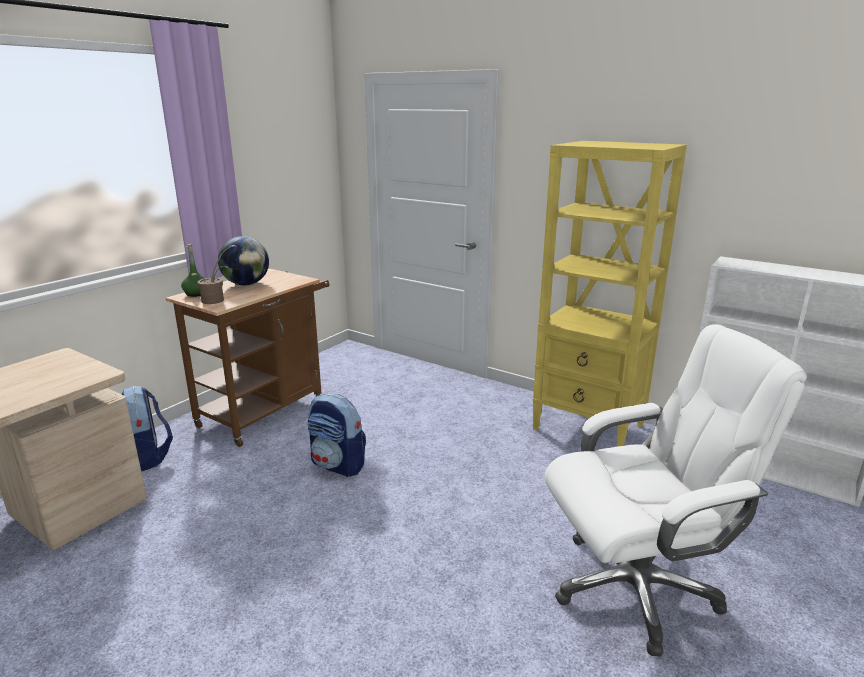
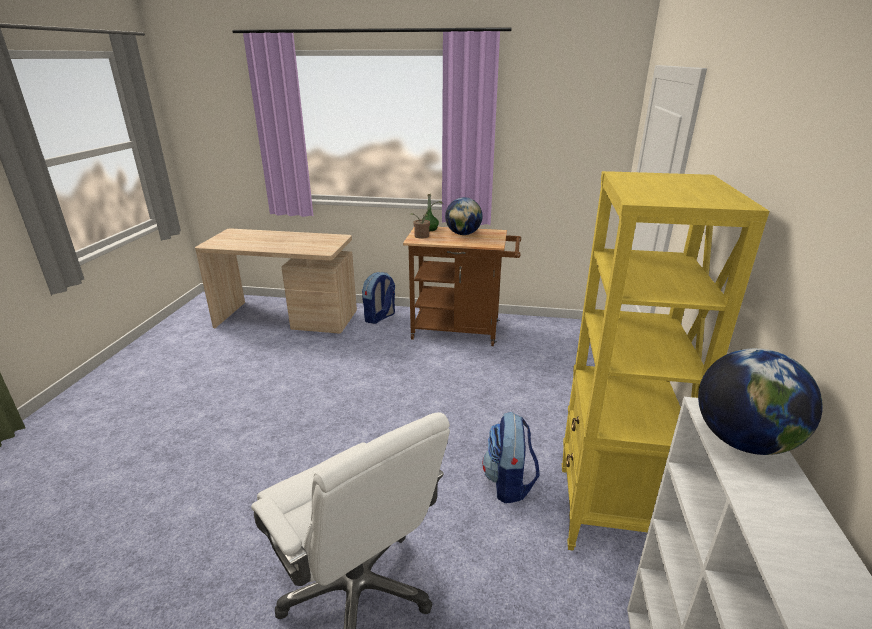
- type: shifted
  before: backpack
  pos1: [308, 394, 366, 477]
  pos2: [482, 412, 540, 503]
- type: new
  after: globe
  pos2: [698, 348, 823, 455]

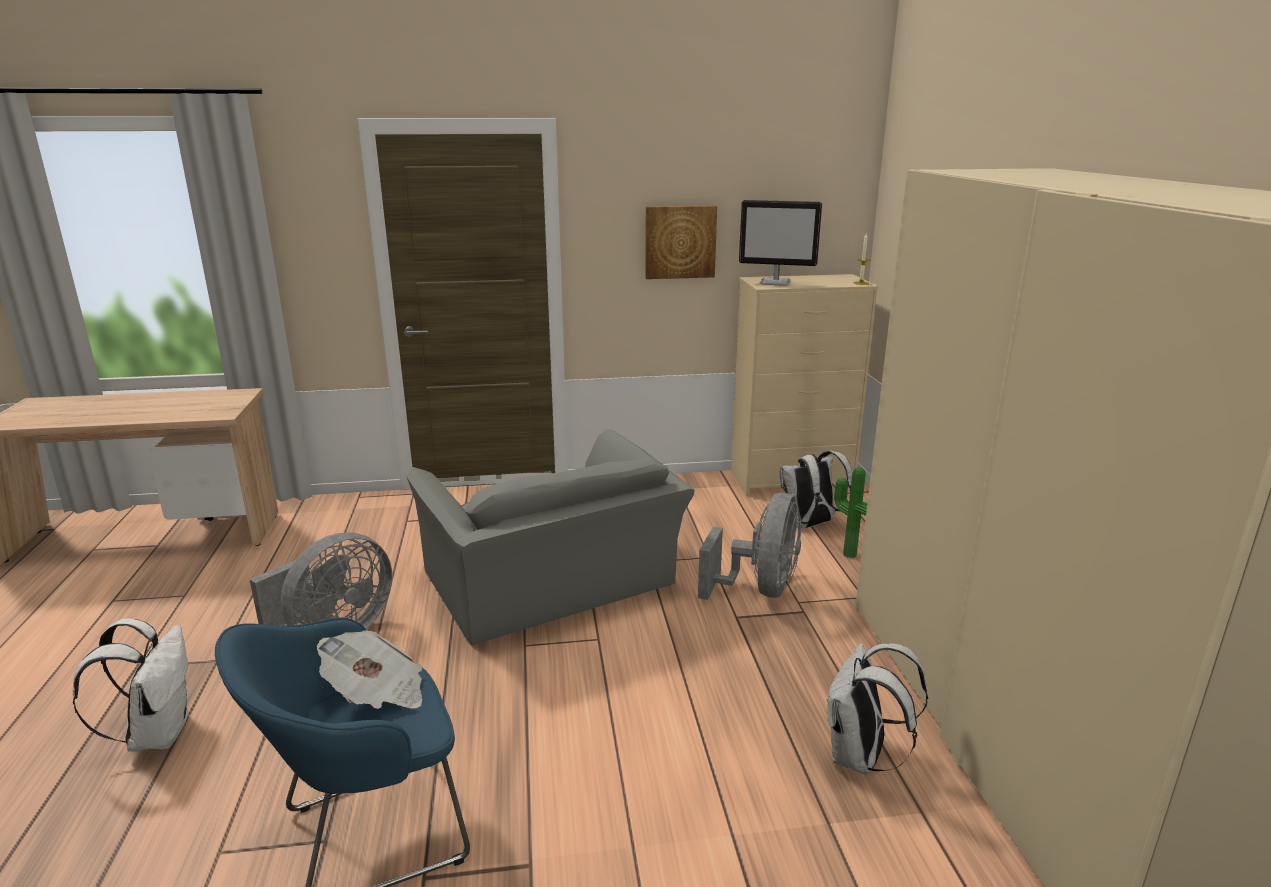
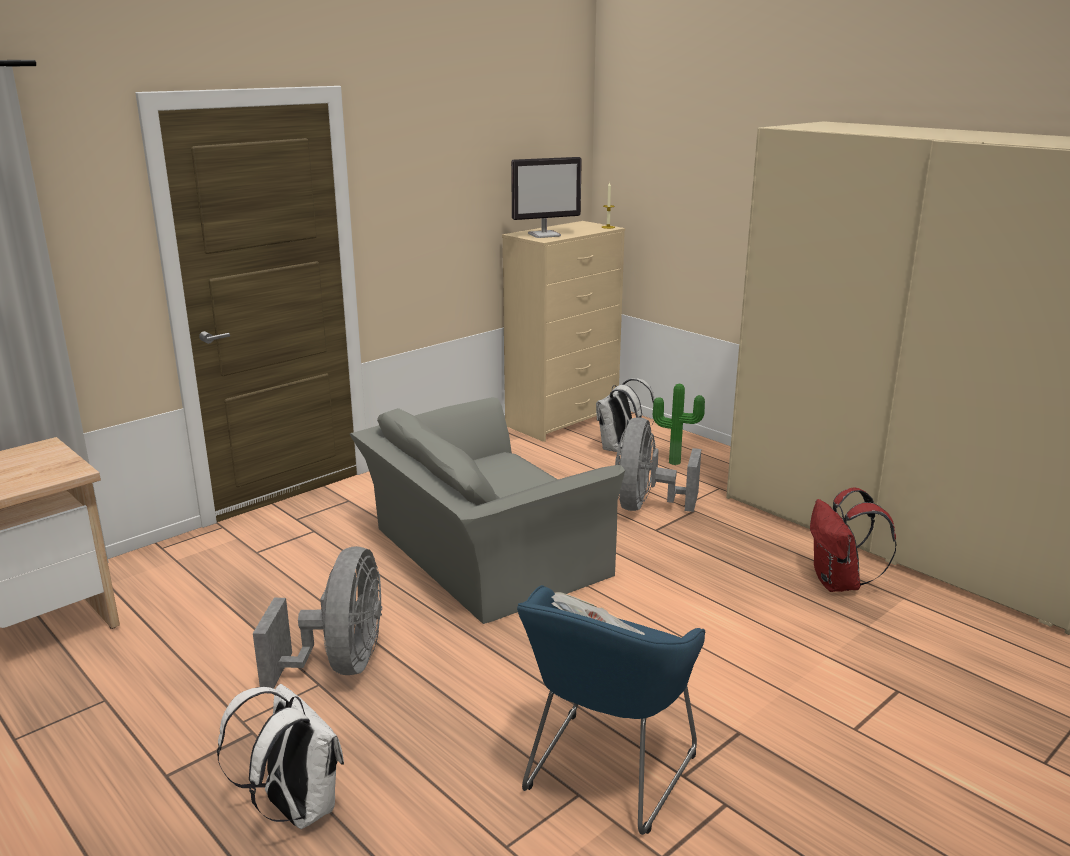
- type: rotated
  before: grey armchair
  pos1: [406, 429, 695, 645]
  pos2: [350, 397, 625, 624]
  turn: 120
- type: gone
  before: picture
  pos1: [645, 206, 717, 279]
- type: rotated
  before: grey fan
  pos1: [698, 493, 801, 600]
  pos2: [615, 417, 701, 512]
  turn: -150
- type: repainted
  before: white backpack
  after: red backpack
  pos1: [827, 643, 928, 774]
  pos2: [810, 488, 897, 592]

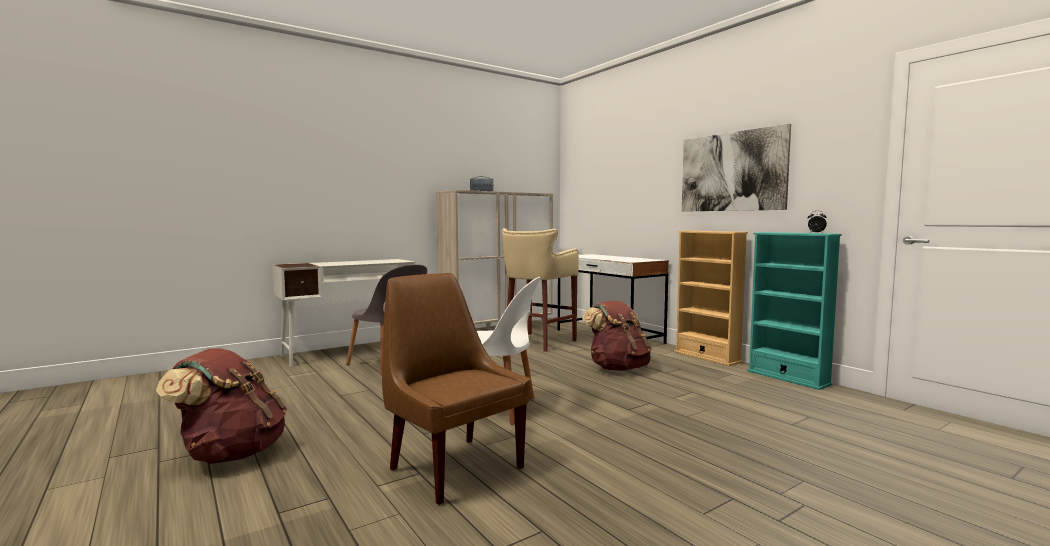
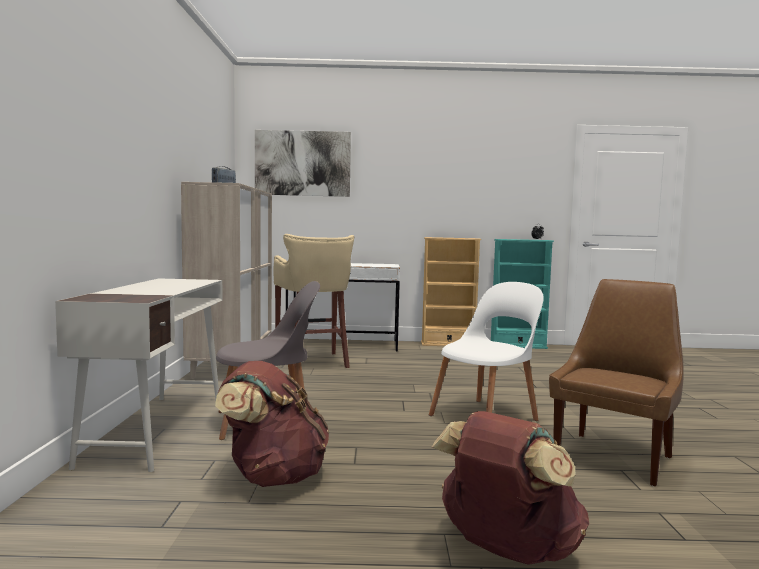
- type: rotated
  before: brown chair
  pos1: [382, 273, 531, 505]
  pos2: [549, 279, 684, 486]
  turn: 135
- type: shifted
  before: brown backpack
  pos1: [582, 301, 651, 370]
  pos2: [215, 361, 329, 487]
- type: shifted
  before: picture
  pos1: [682, 124, 791, 212]
  pos2: [255, 130, 351, 197]

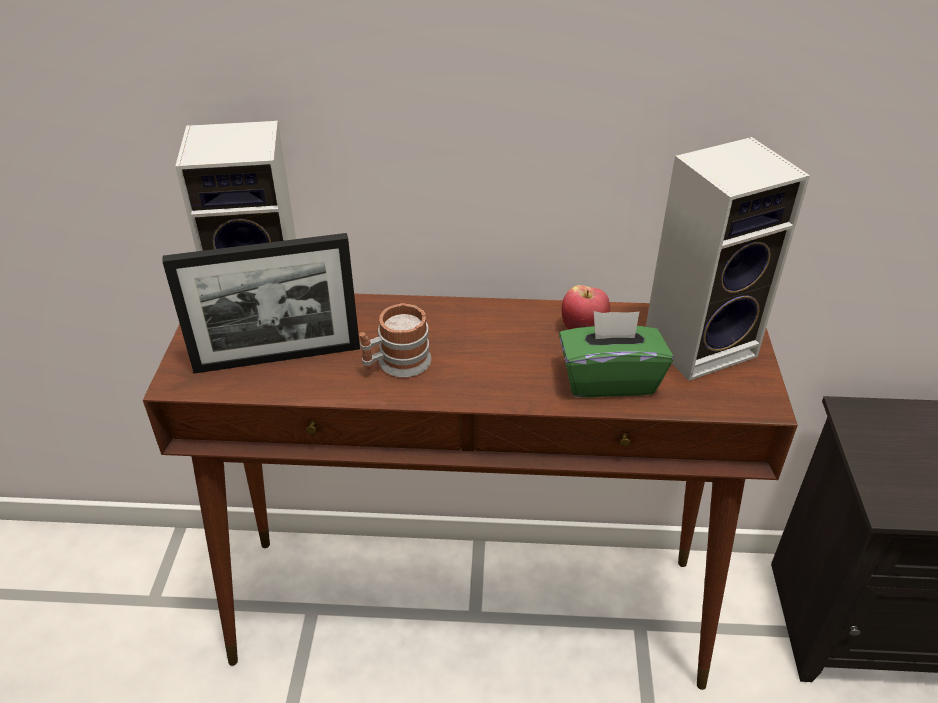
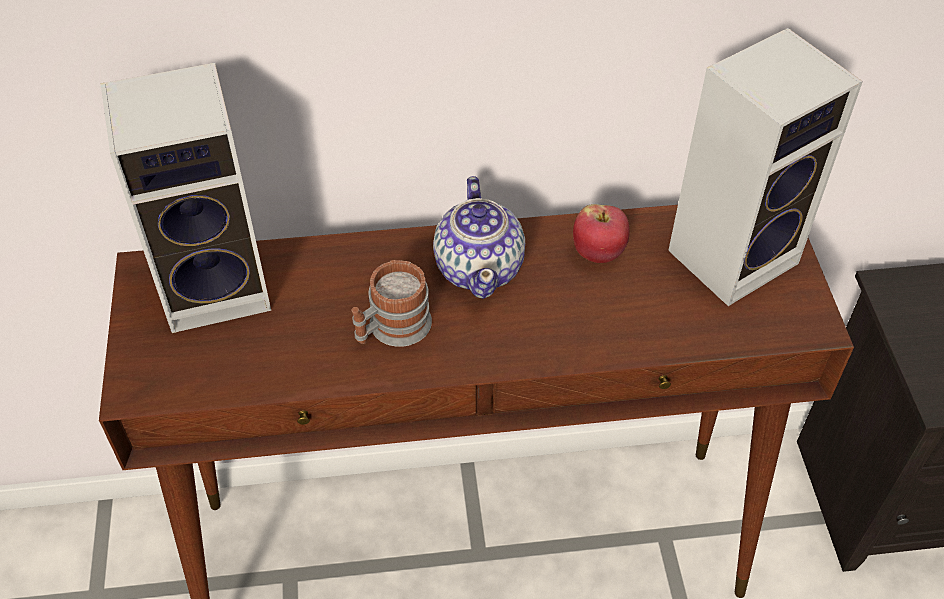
- type: gone
  before: picture frame
  pos1: [162, 233, 360, 374]
- type: gone
  before: green tissue box
  pos1: [559, 311, 673, 398]
- type: new
  after: teapot
  pos2: [433, 176, 525, 299]

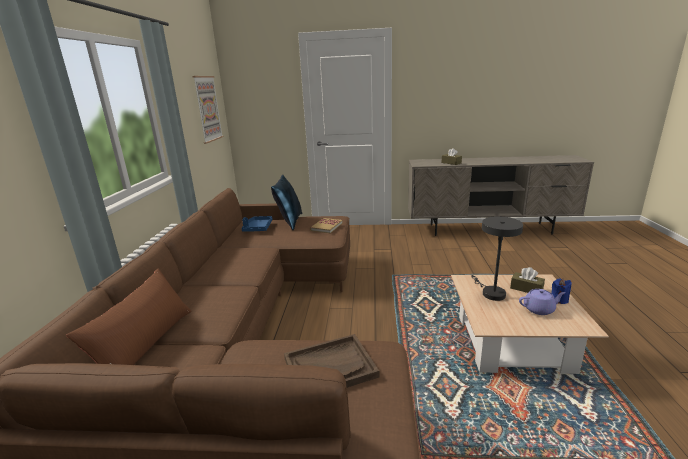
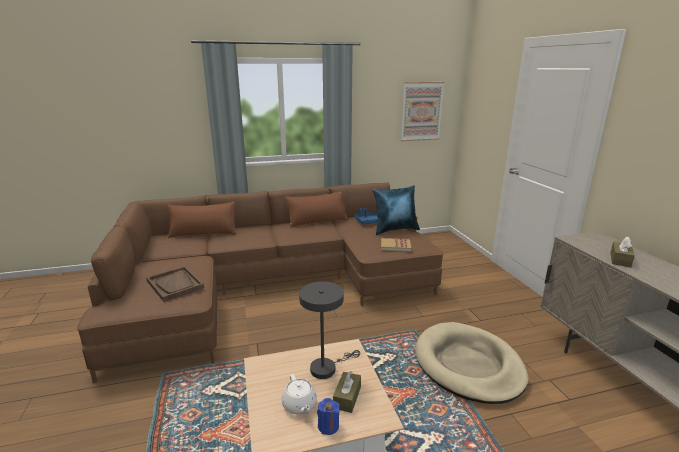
- type: repainted
  before: purple teapot
  after: white teapot
  pos1: [519, 289, 566, 315]
  pos2: [282, 374, 317, 414]
- type: new
  after: brown pillow
  pos2: [285, 192, 348, 228]
- type: new
  after: beige dog bed
  pos2: [415, 322, 528, 404]

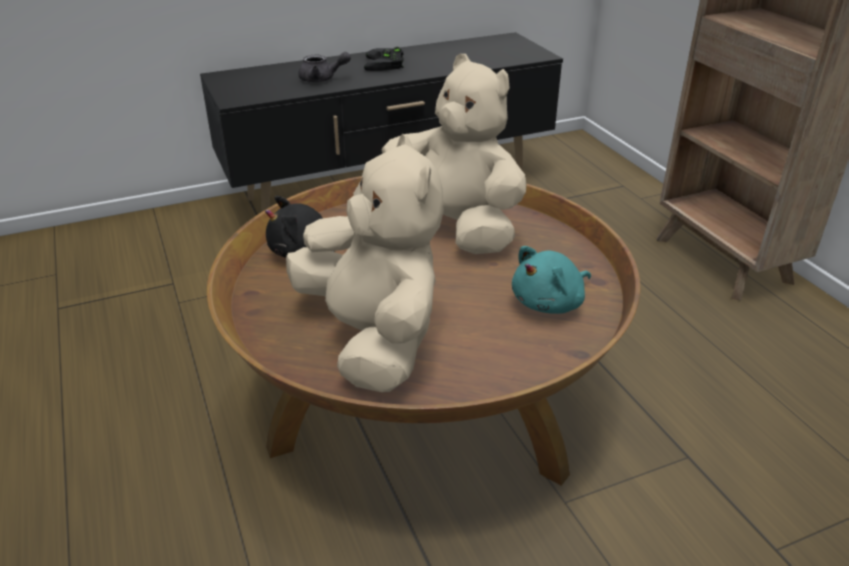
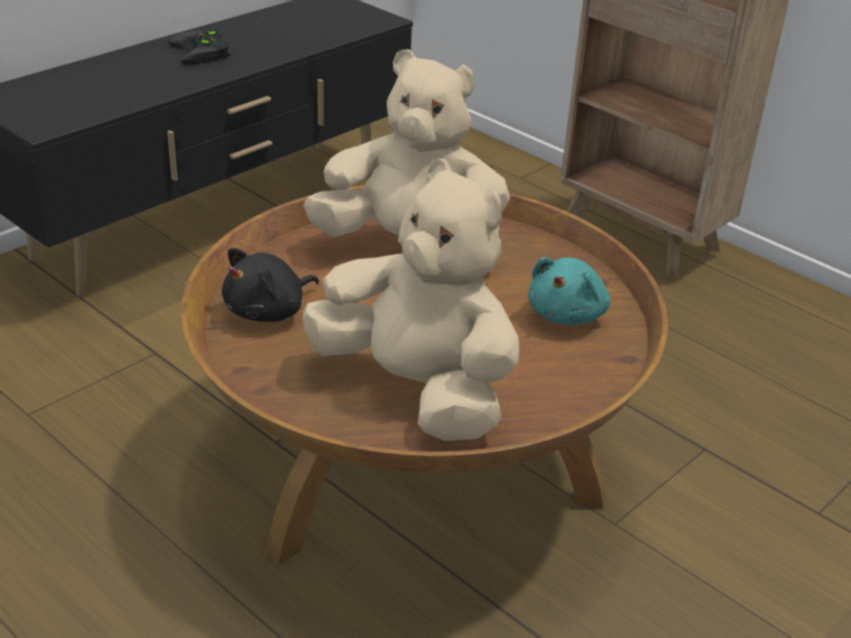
- type: gone
  before: grey teapot
  pos1: [298, 52, 351, 83]

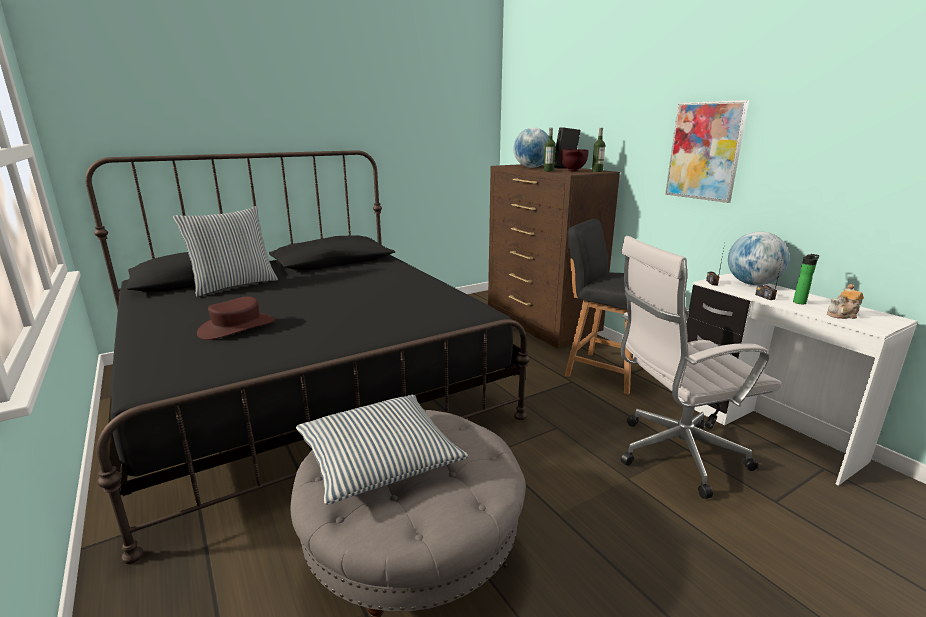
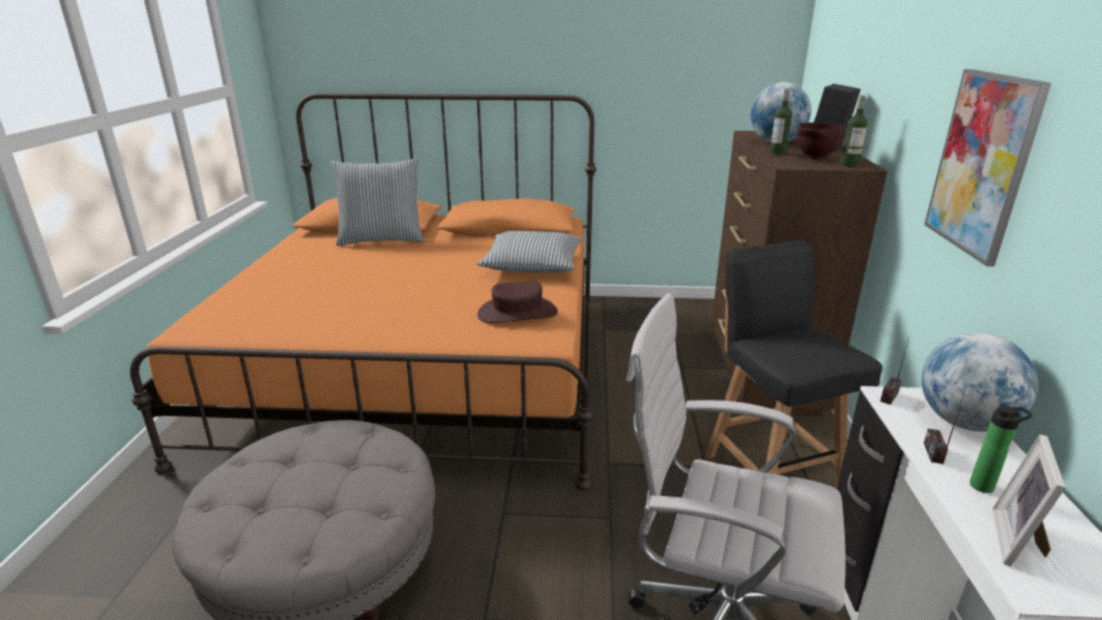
- type: repainted
  before: black bed
  after: orange bed
  pos1: [85, 150, 530, 564]
  pos2: [130, 93, 596, 490]
- type: shifted
  before: brown hat
  pos1: [197, 296, 275, 340]
  pos2: [477, 281, 558, 323]
- type: shifted
  before: pillow
  pos1: [296, 395, 469, 505]
  pos2: [477, 231, 582, 273]
- type: swapped
  before: teapot
  after: picture frame
  pos1: [827, 284, 864, 319]
  pos2: [992, 435, 1066, 567]

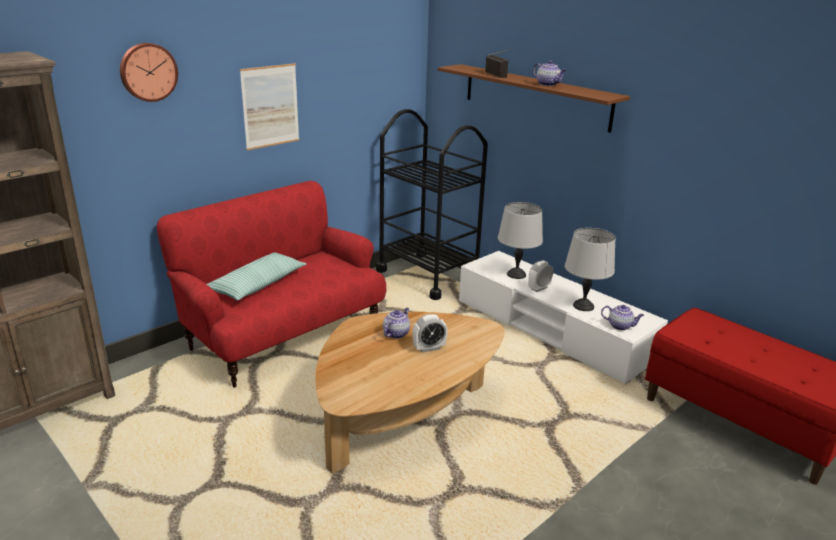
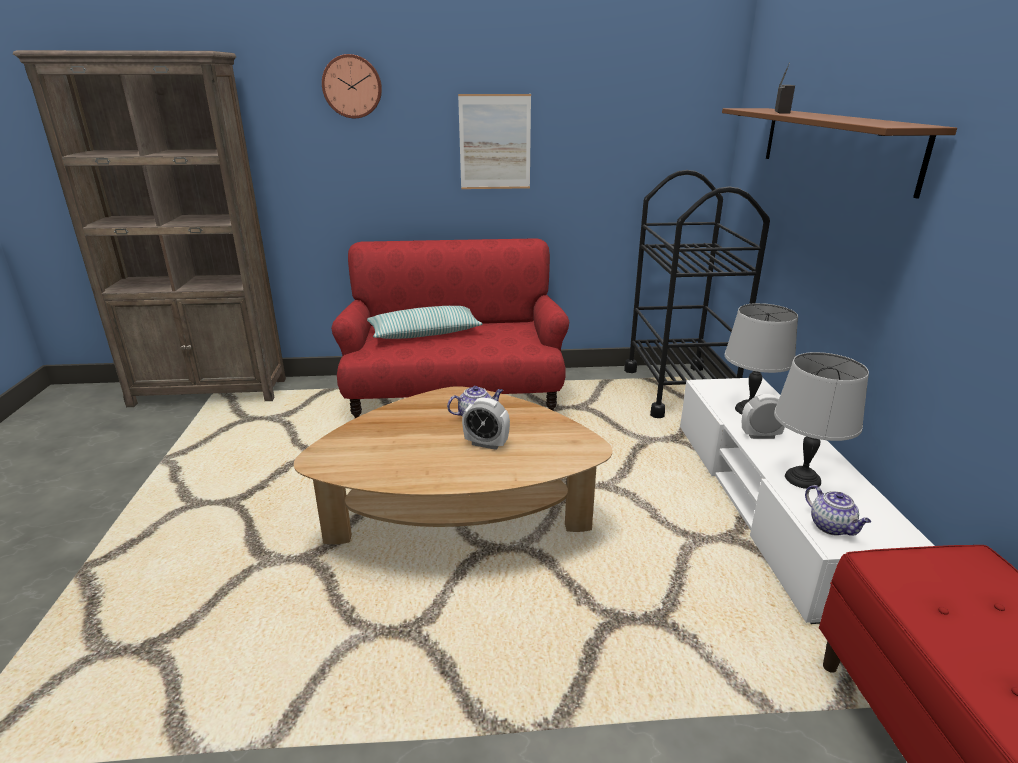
- type: gone
  before: teapot
  pos1: [533, 60, 566, 86]

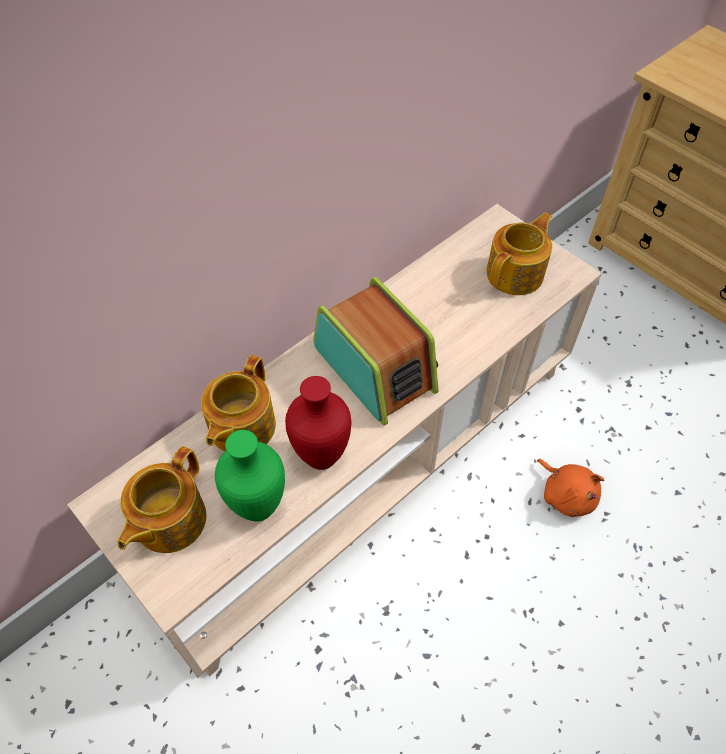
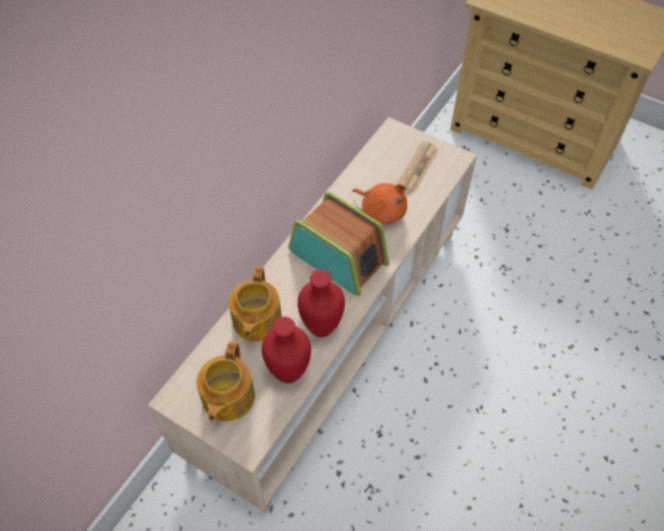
- type: repainted
  before: green vase
  after: red vase
  pos1: [215, 430, 285, 522]
  pos2: [262, 317, 311, 383]
- type: swapped
  before: teapot
  after: newspaper
  pos1: [486, 212, 552, 295]
  pos2: [397, 141, 439, 192]
- type: shifted
  before: orange plush toy
  pos1: [537, 459, 605, 517]
  pos2: [353, 183, 407, 225]

